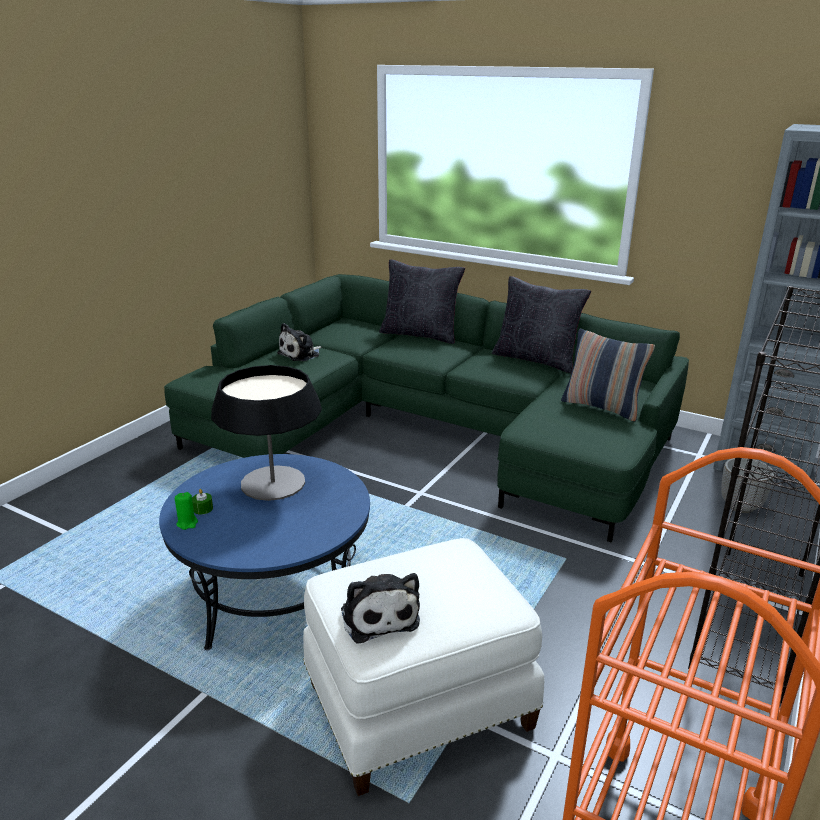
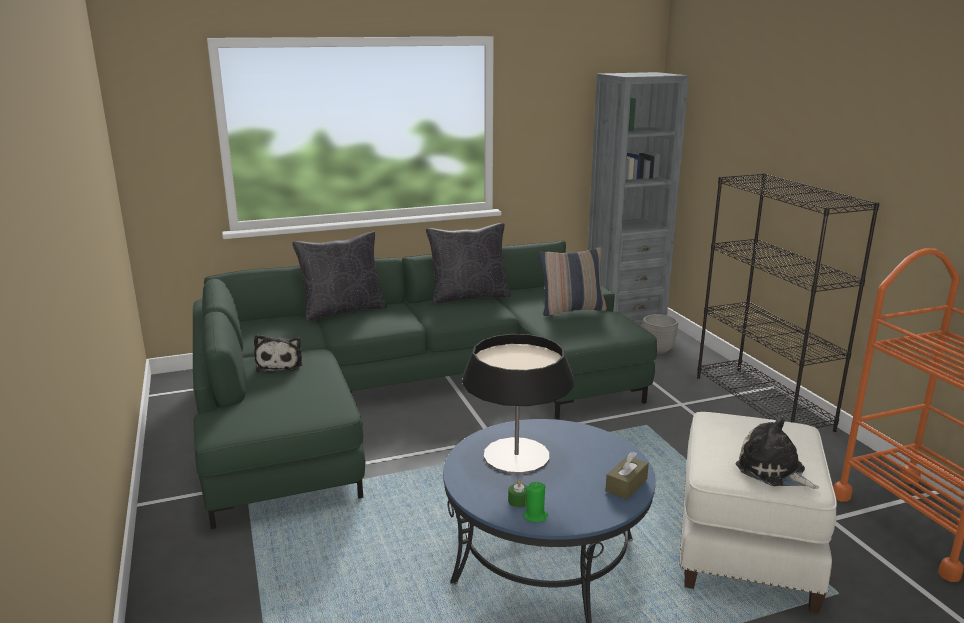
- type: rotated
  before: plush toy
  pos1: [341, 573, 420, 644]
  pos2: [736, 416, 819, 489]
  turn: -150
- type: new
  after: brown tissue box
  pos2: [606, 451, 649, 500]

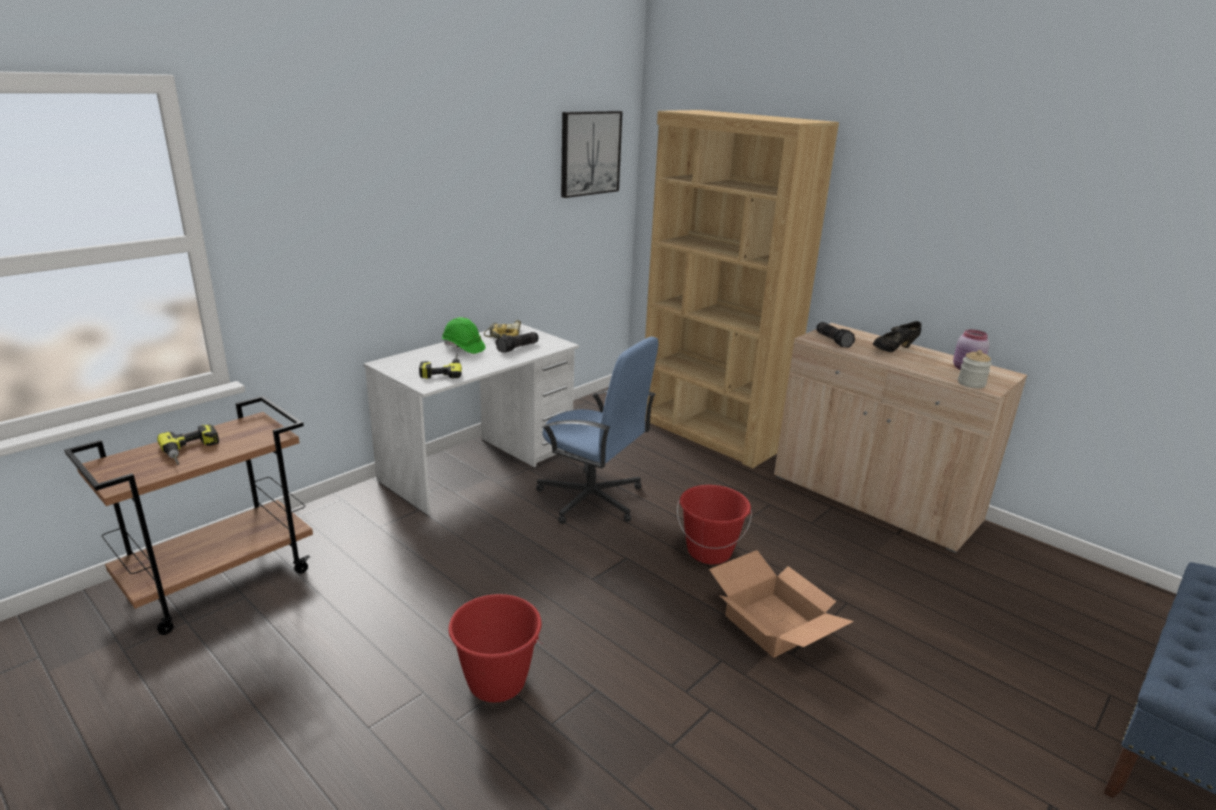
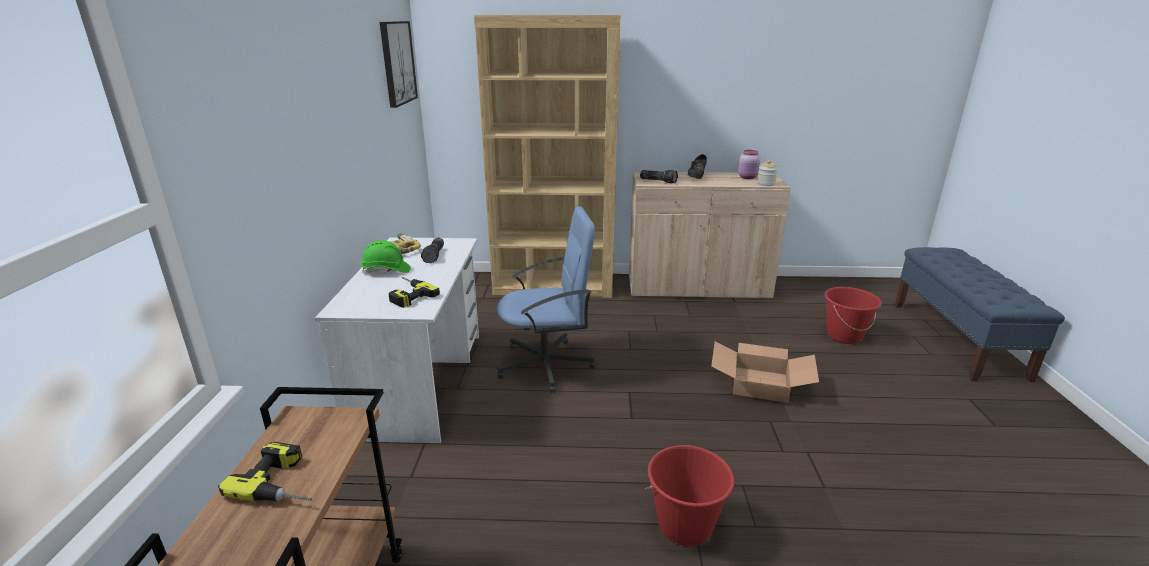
- type: shifted
  before: red bucket
  pos1: [677, 485, 752, 564]
  pos2: [824, 287, 882, 344]

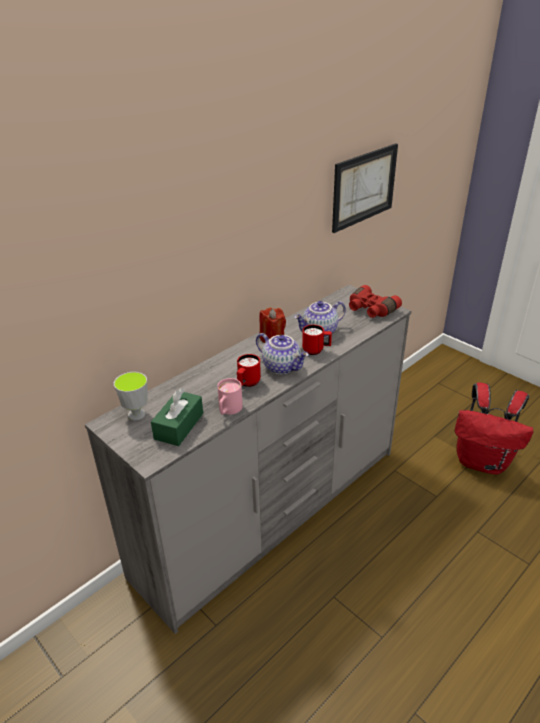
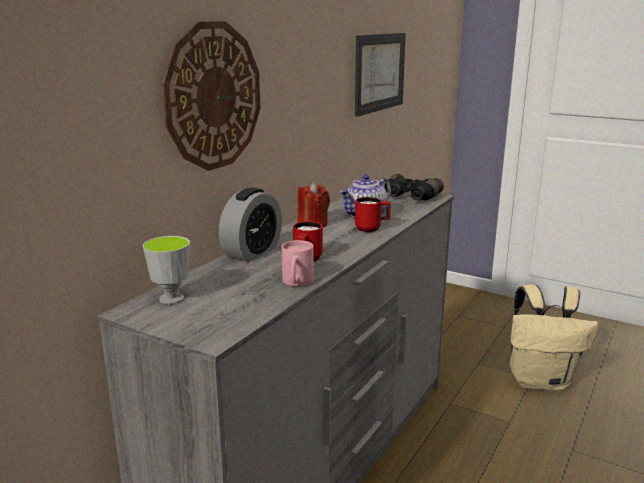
- type: gone
  before: green tissue box
  pos1: [151, 388, 203, 446]
- type: gone
  before: teapot
  pos1: [256, 333, 309, 374]
- type: repainted
  before: red binoculars
  after: black binoculars
  pos1: [349, 285, 402, 318]
  pos2: [384, 174, 444, 200]
- type: repainted
  before: red backpack
  after: beige backpack
  pos1: [455, 382, 534, 475]
  pos2: [510, 285, 598, 391]
- type: new
  after: wall clock
  pos2: [162, 21, 260, 171]
- type: new
  after: alarm clock
  pos2: [219, 188, 282, 262]

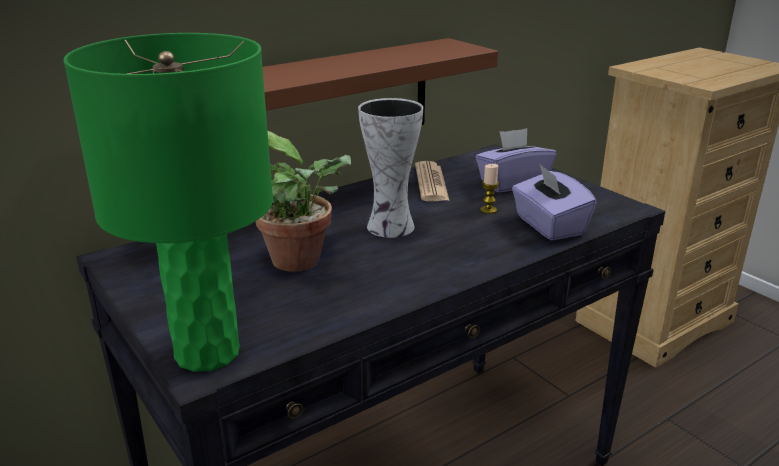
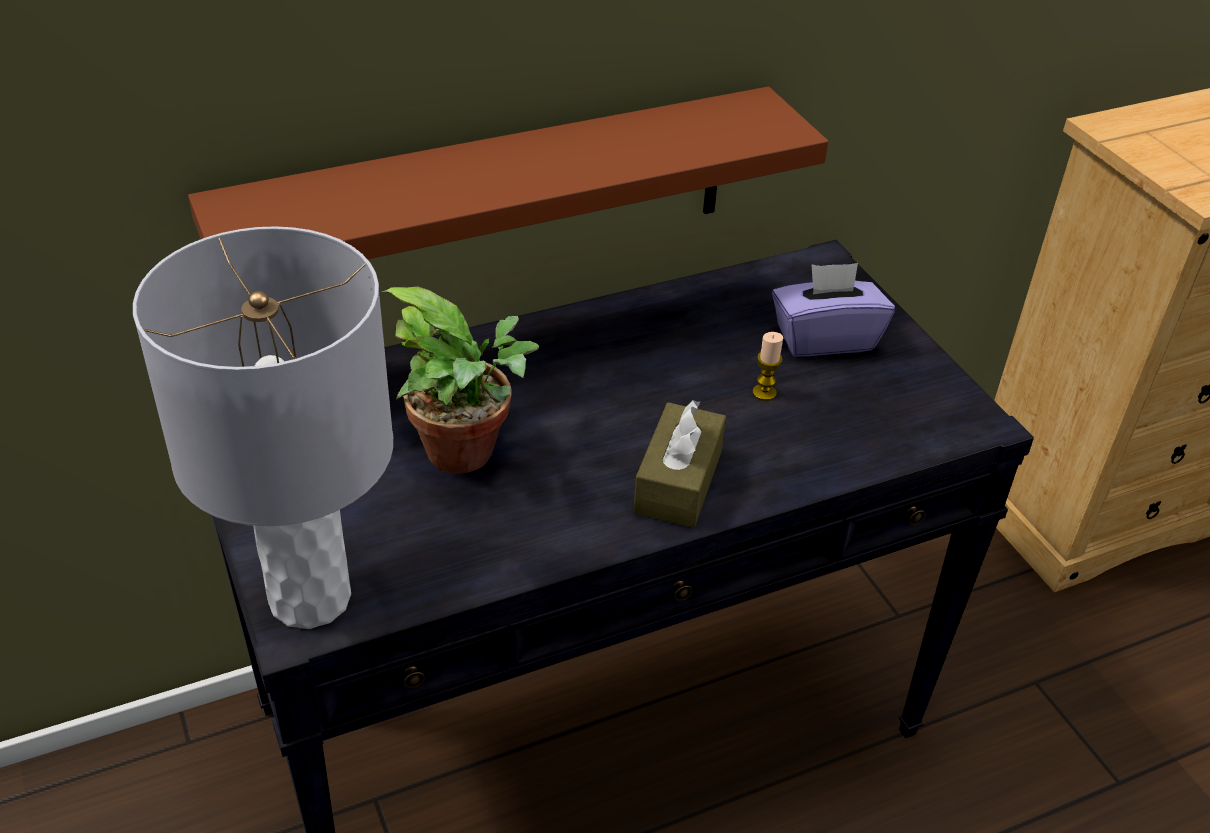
- type: repainted
  before: green table lamp
  after: grey table lamp
  pos1: [63, 33, 273, 372]
  pos2: [133, 226, 393, 629]
- type: gone
  before: vase
  pos1: [358, 98, 423, 238]
- type: gone
  before: newspaper
  pos1: [415, 161, 450, 201]
- type: gone
  before: purple tissue box
  pos1: [512, 165, 597, 241]
- type: new
  after: brown tissue box
  pos2: [633, 400, 726, 528]

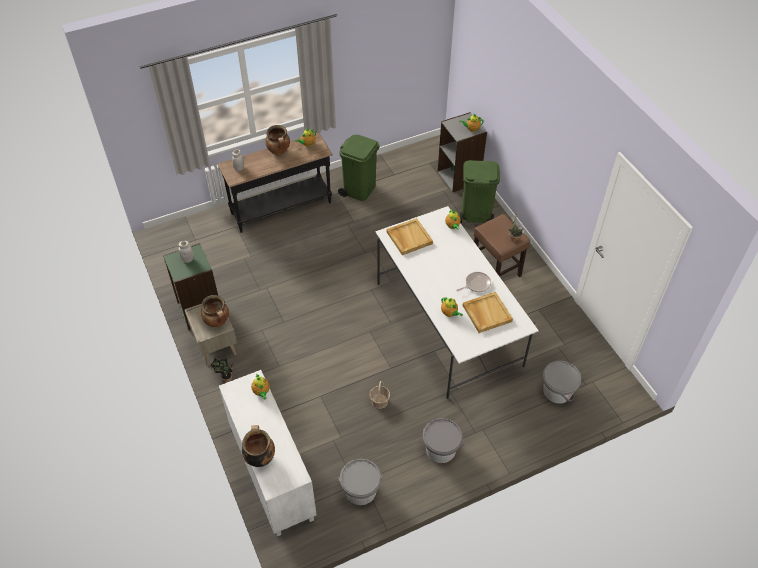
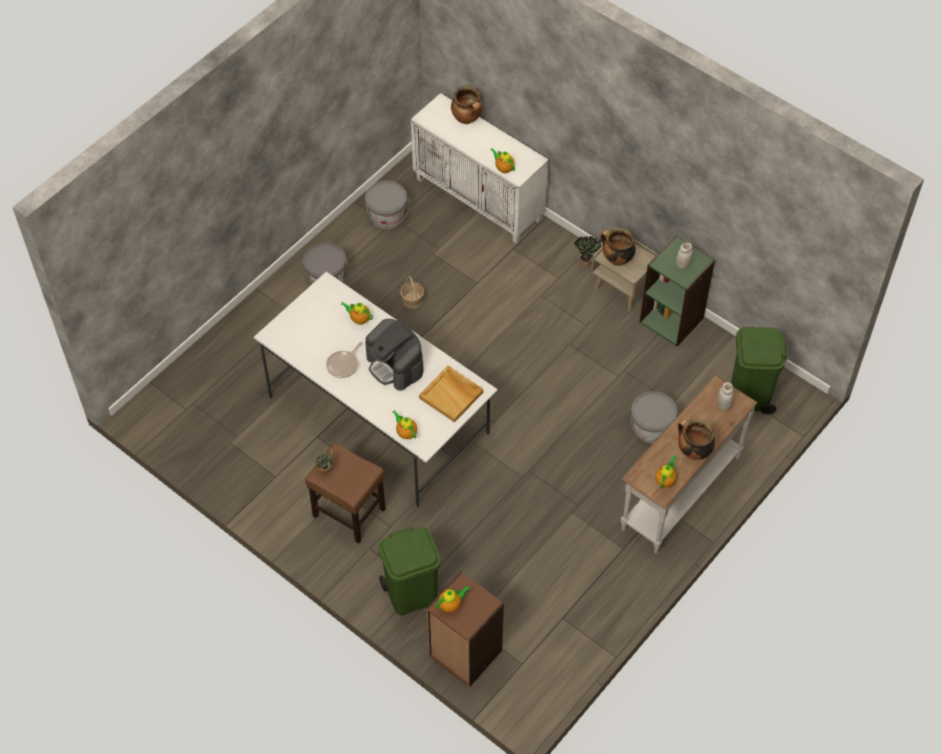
- type: repainted
  before: black console table
  after: white console table
  pos1: [217, 133, 333, 233]
  pos2: [620, 375, 758, 554]
- type: shifted
  before: green trash can
  pos1: [338, 135, 380, 201]
  pos2: [731, 327, 787, 414]
- type: repainted
  before: grey bookcase
  after: brown bookcase
  pos1: [438, 112, 487, 192]
  pos2: [426, 571, 504, 687]
- type: gone
  before: beige tray
  pos1: [462, 292, 513, 333]
- type: shifted
  before: grey bucket
  pos1: [542, 361, 581, 404]
  pos2: [631, 391, 677, 443]
- type: new
  after: coffee machine
  pos2: [365, 319, 424, 391]

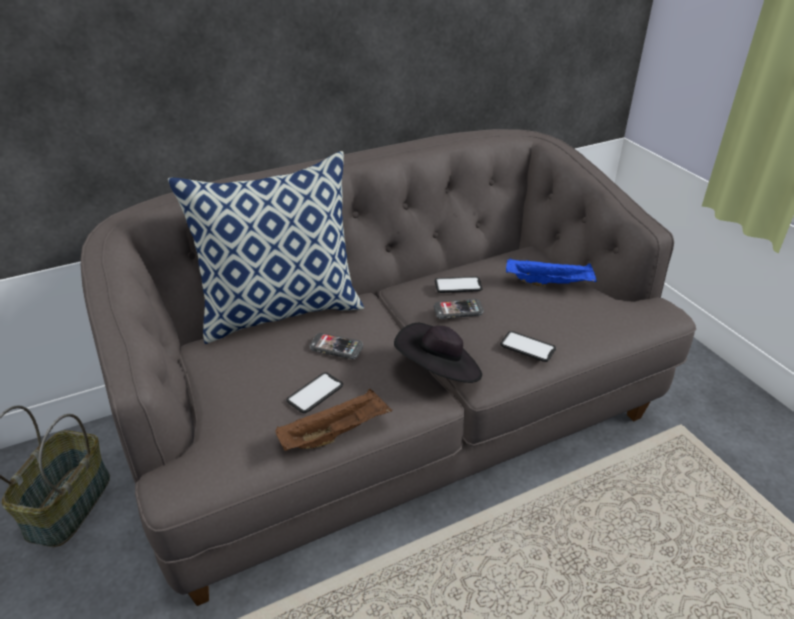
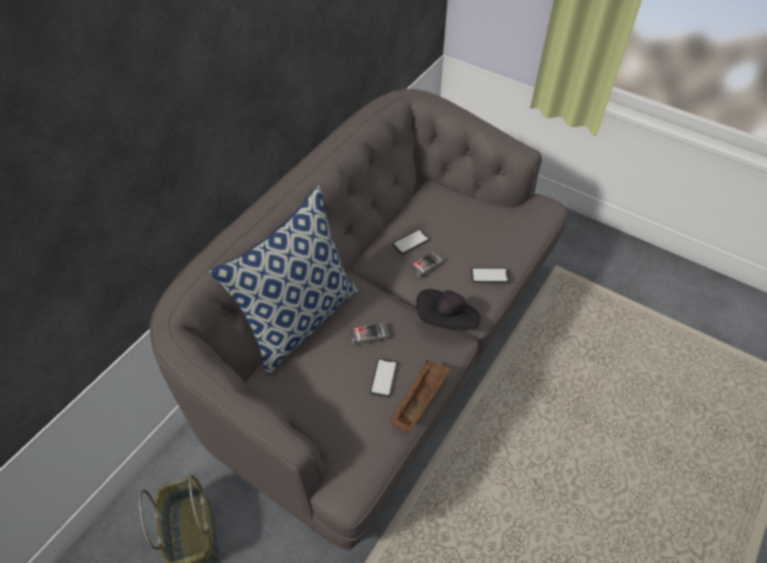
- type: gone
  before: blue tray
  pos1: [506, 258, 597, 287]

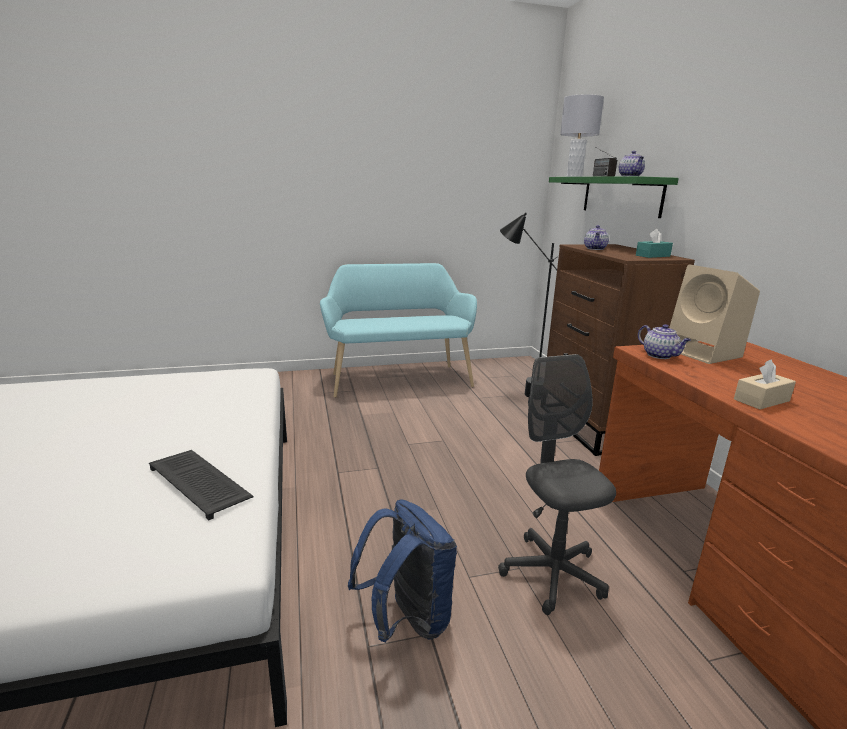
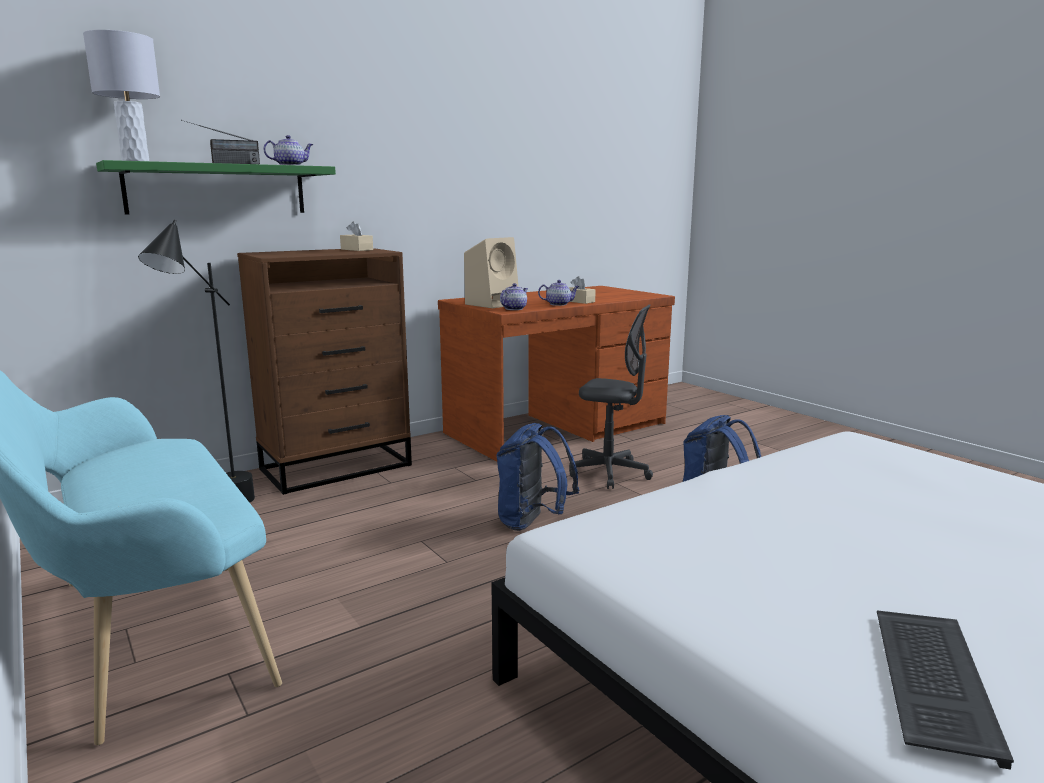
- type: shifted
  before: keyboard
  pos1: [149, 450, 253, 520]
  pos2: [877, 610, 1014, 770]
- type: rotated
  before: grey office chair
  pos1: [498, 354, 616, 615]
  pos2: [569, 304, 653, 489]
  turn: -120
- type: shifted
  before: teapot
  pos1: [584, 225, 609, 250]
  pos2: [538, 280, 579, 306]
- type: repainted
  before: turquoise tissue box
  after: beige tissue box
  pos1: [636, 229, 673, 258]
  pos2: [340, 221, 373, 251]
- type: new
  after: blue backpack
  pos2: [496, 423, 579, 531]

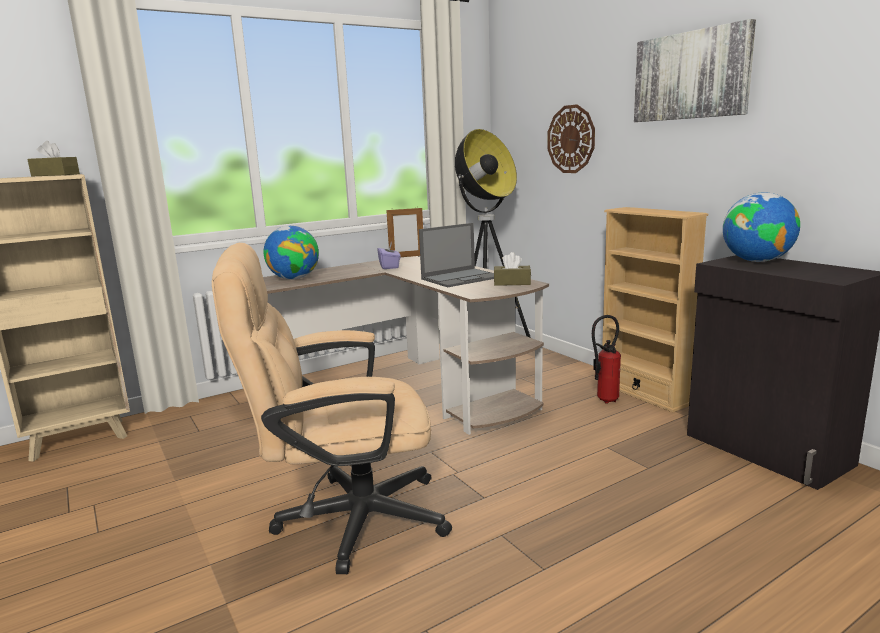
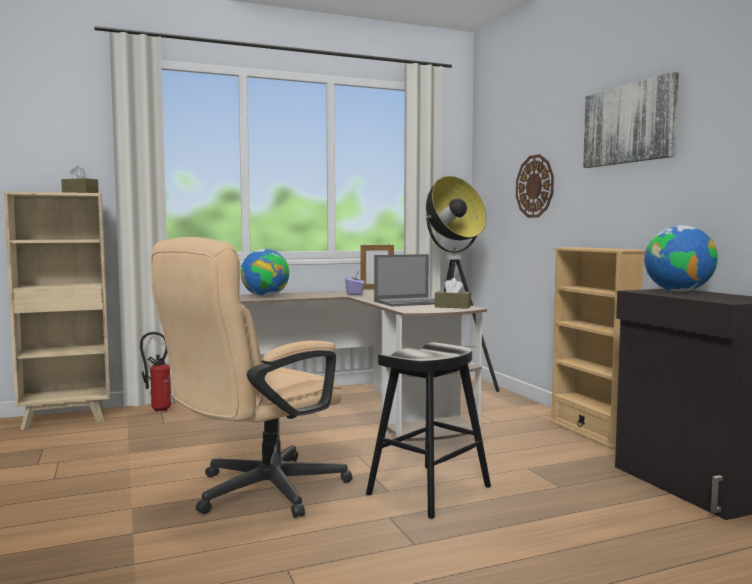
- type: rotated
  before: beige office chair
  pos1: [212, 243, 452, 574]
  pos2: [150, 237, 352, 518]
  turn: -45
- type: shifted
  before: fire extinguisher
  pos1: [592, 315, 621, 404]
  pos2: [140, 332, 171, 412]
- type: new
  after: black stool
  pos2: [366, 342, 491, 519]

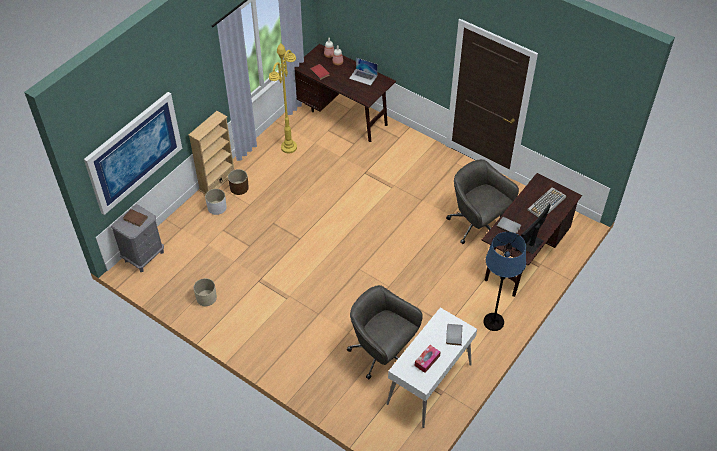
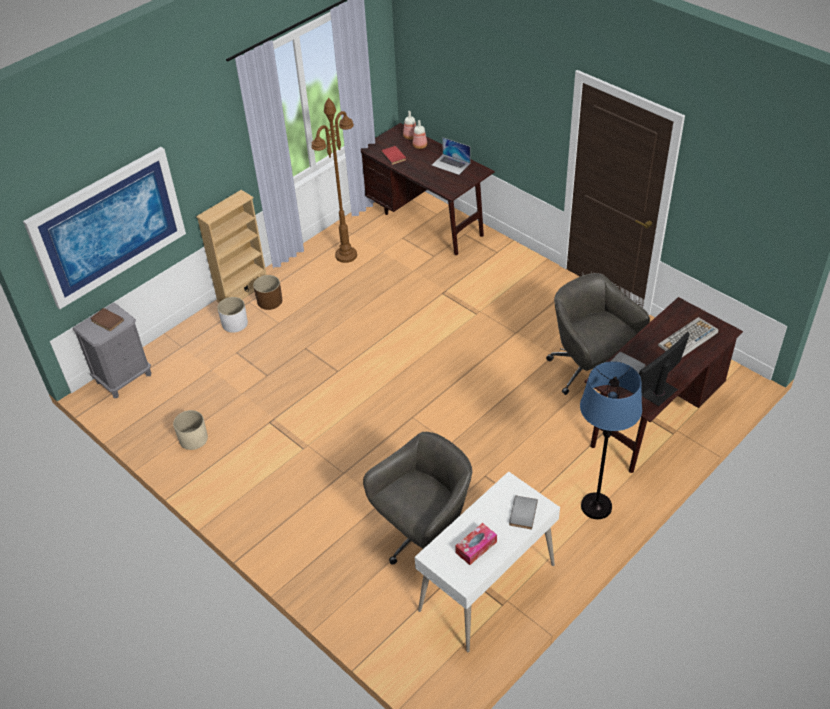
- type: repainted
  before: yellow floor lamp
  after: brown floor lamp
  pos1: [269, 43, 297, 153]
  pos2: [311, 98, 357, 263]
- type: rotated
  before: grey office chair
  pos1: [347, 285, 423, 380]
  pos2: [363, 432, 472, 565]
  turn: 90

